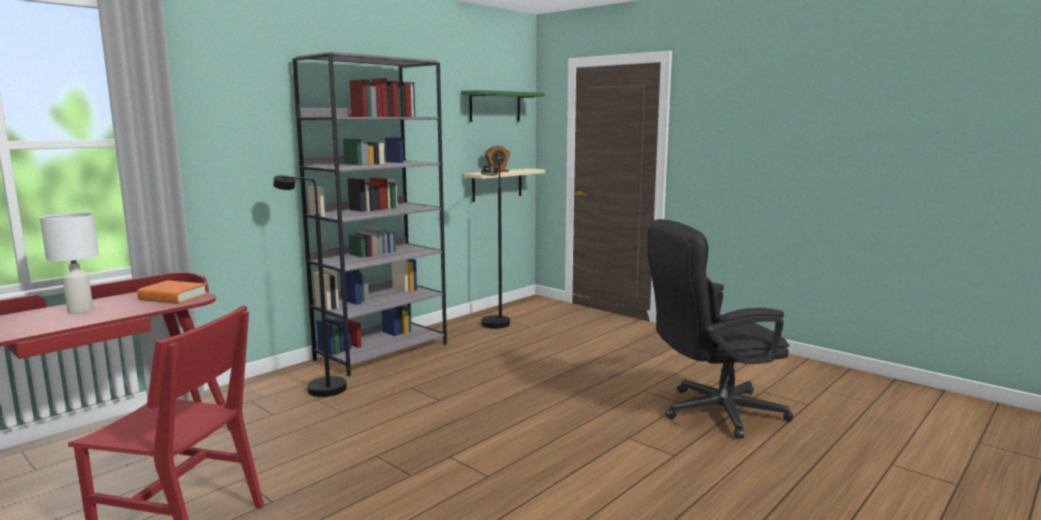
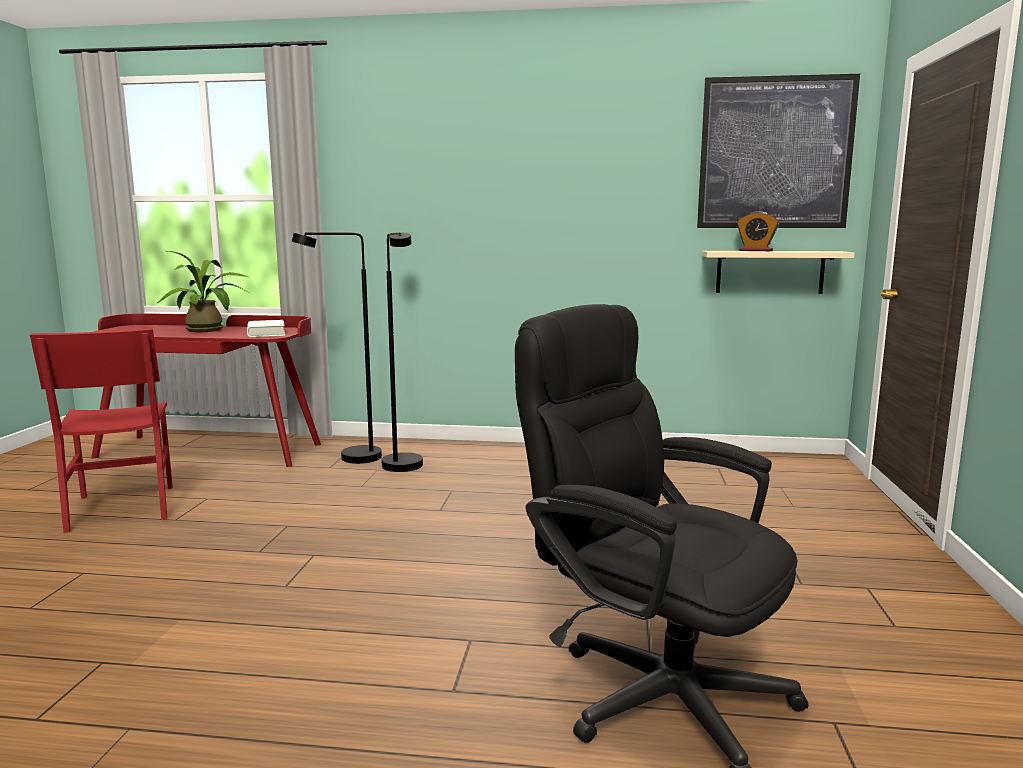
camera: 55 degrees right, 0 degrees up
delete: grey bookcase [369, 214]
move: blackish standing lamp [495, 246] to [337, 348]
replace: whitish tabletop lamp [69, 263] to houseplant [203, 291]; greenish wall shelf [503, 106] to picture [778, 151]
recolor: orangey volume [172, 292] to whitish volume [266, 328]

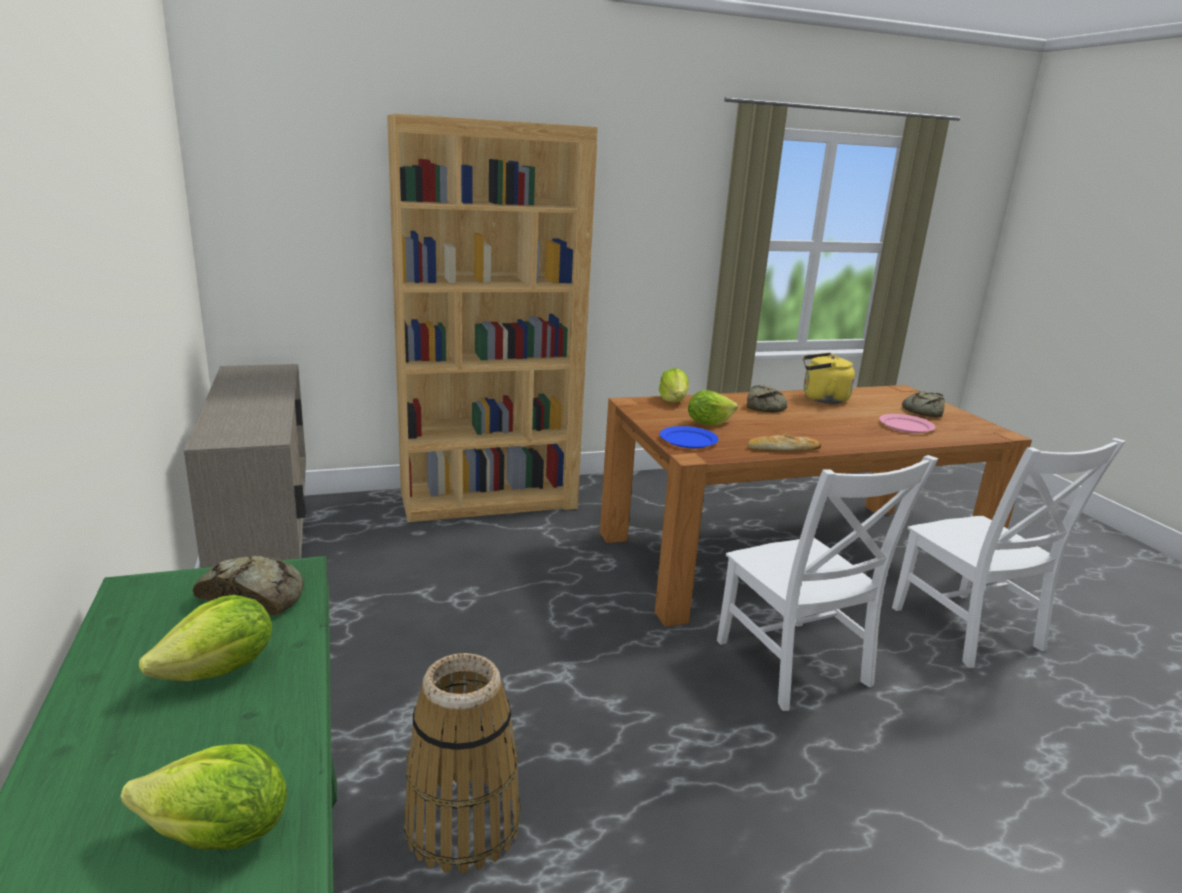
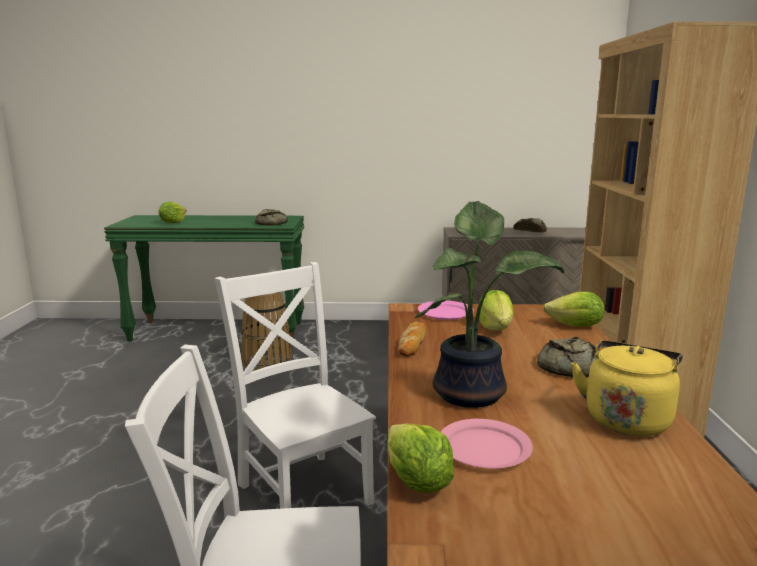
camera: 110 degrees right, 5 degrees down
insert: houseplant [489, 304]
move: head of lettuce [205, 638] to [420, 458]; bread [923, 404] to [530, 225]
recolor: blue-coloured plate [689, 437] to pink plate [446, 310]
rotate: whitish upright chair [827, 583] = [295, 385] 60 degrees clockwise

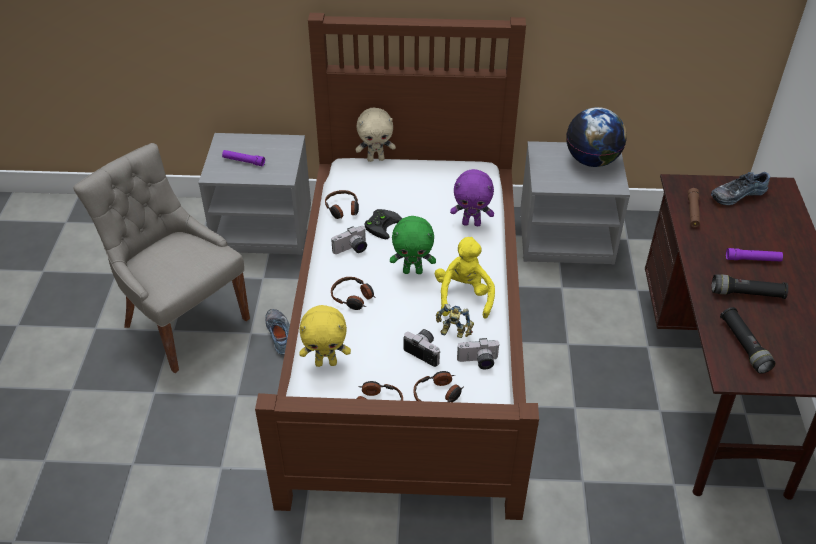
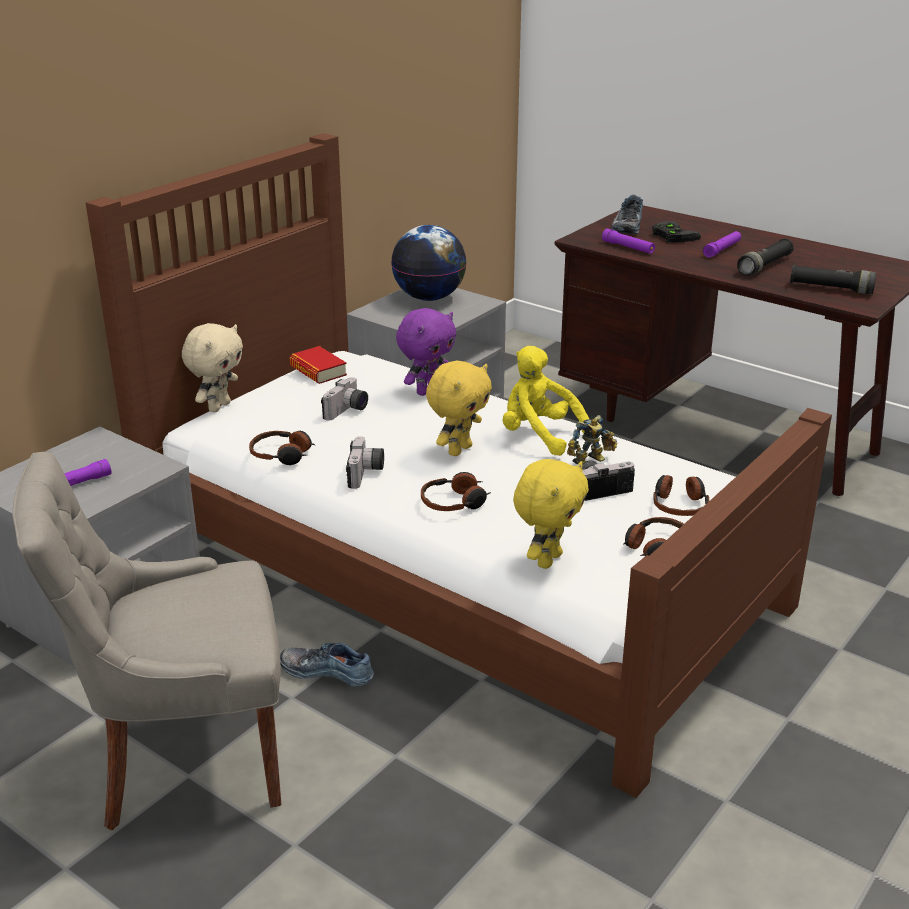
camera: 55 degrees left, 15 degrees down
insert: volume [318, 365]
move: blackish game controller [383, 224] to [676, 232]; still camera [478, 354] to [344, 399]
recolor: greenish soft toy [413, 245] to yellow soft toy [459, 408]; brown-coloured torch [694, 208] to purple-coloured torch [628, 241]

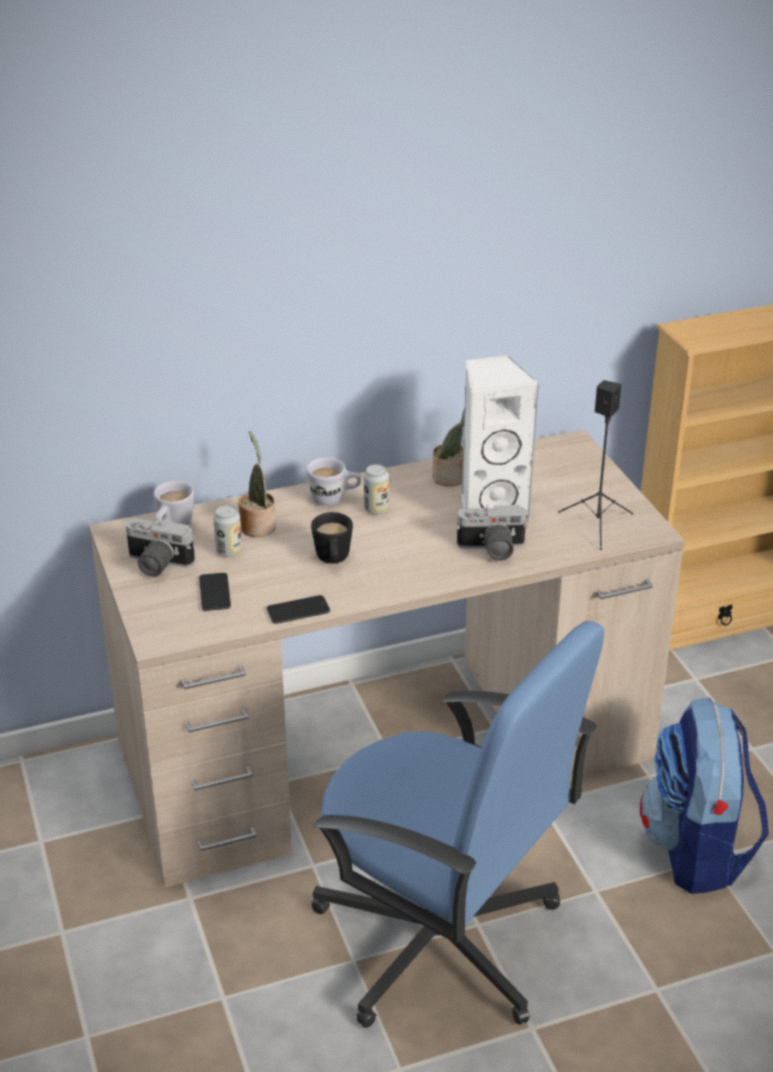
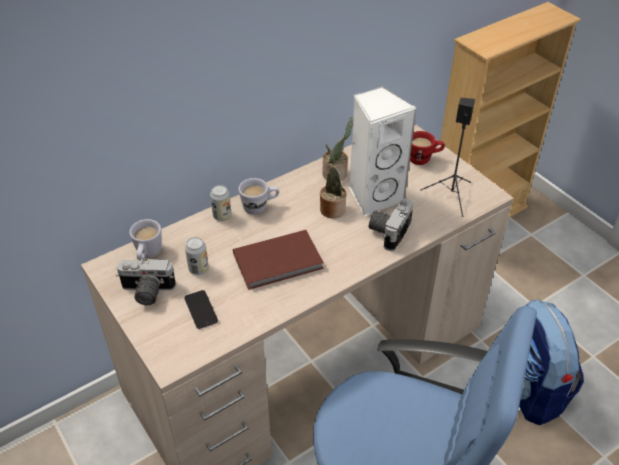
camera: 15 degrees left, 10 degrees up
delete: telephone [298, 609]
insert: red-coloured tea mug [427, 148]
move: houseplant [257, 484] to [333, 181]; metal can [376, 489] to [221, 203]
replace: blackish tea mug [332, 537] to brown-coloured volume [278, 260]
rotate: still camera [492, 533] = [391, 225] 135 degrees clockwise

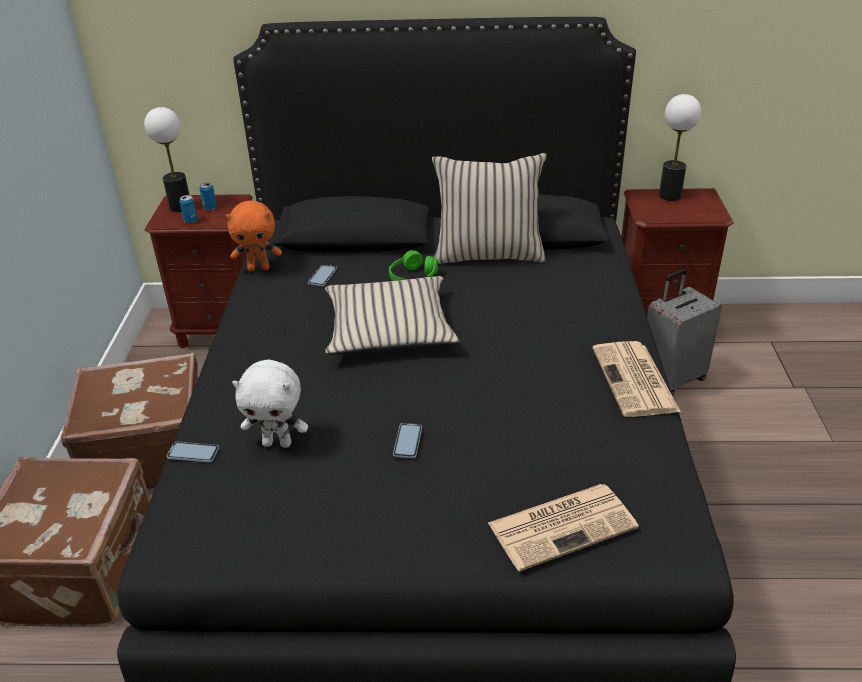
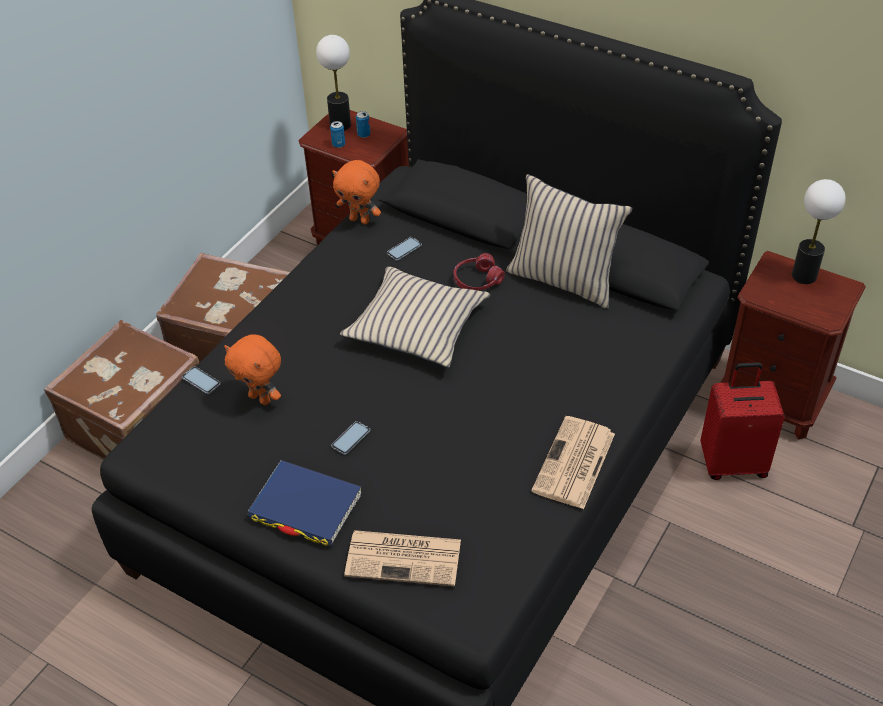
camera: 30 degrees right, 10 degrees up
insert: blue-coloured volume [304, 503]
recolor: whitish soft toy [270, 404] to orangey soft toy [252, 369]; greenish headphones [413, 265] to red-coloured headphones [479, 272]; grey travel case [684, 331] to red-coloured travel case [742, 421]

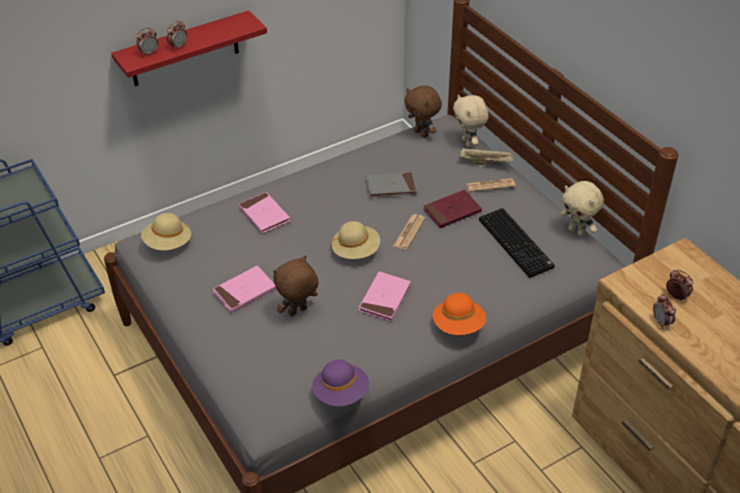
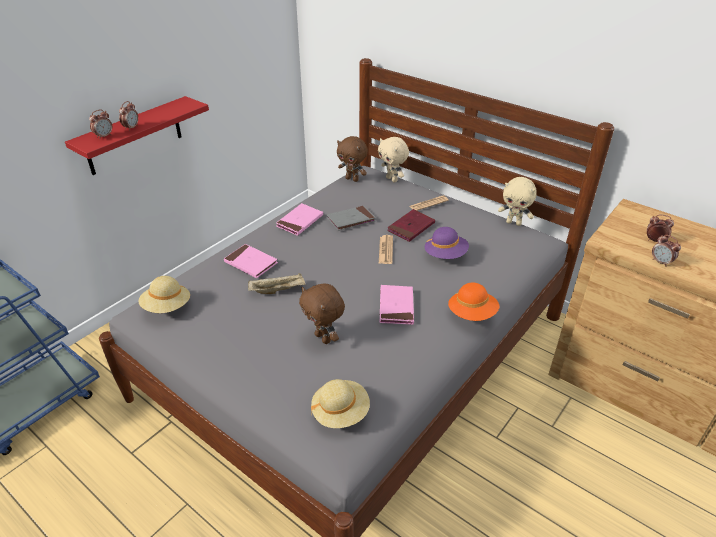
camera: 20 degrees left, 5 degrees down
delete: computer keyboard [517, 243]
move: pink volume [244, 289] to [299, 219]; purple-coloured wearable hat [341, 383] to [447, 243]; beige wearable hat [355, 240] to [340, 403]; beige serving tray [486, 156] to [276, 283]
rotate: brown-coloured soft toy [296, 286] = [322, 313] 75 degrees counterclockwise

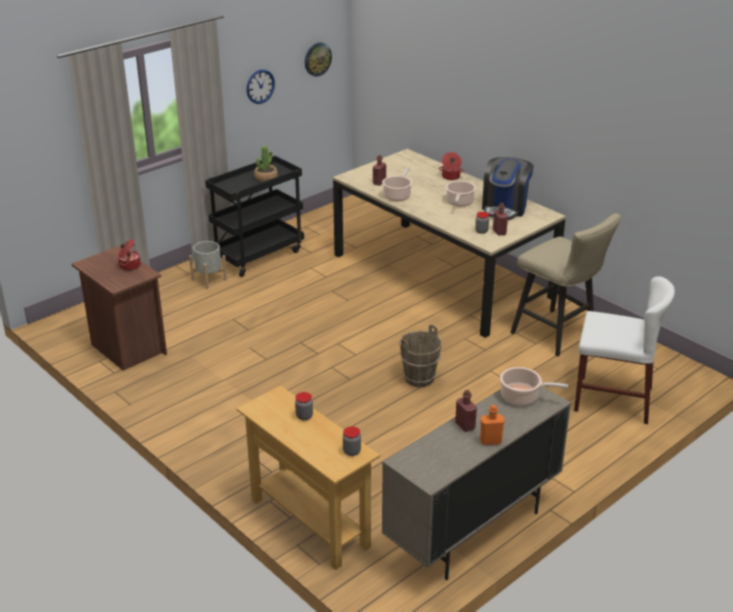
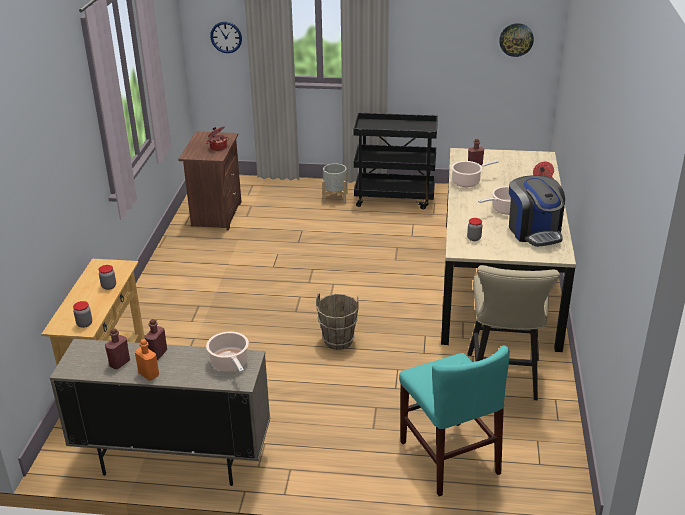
camera: 50 degrees right, 0 degrees up
delete: houseplant [266, 163]
move: hanging clock [261, 87] to [226, 37]; red-coloured beverage bottle [500, 219] to [117, 348]
recolor: whitish upright chair [624, 350] to turquoise-coloured upright chair [454, 421]
rotate: coffee maker [507, 188] = [537, 211] 90 degrees counterclockwise

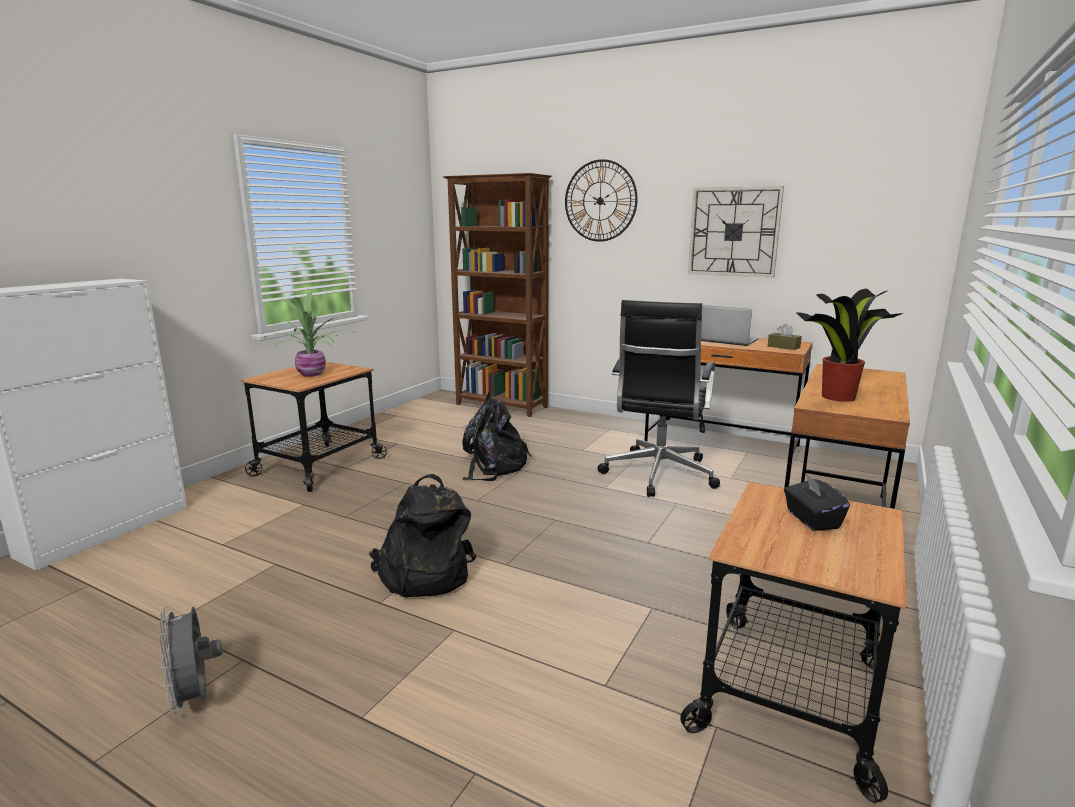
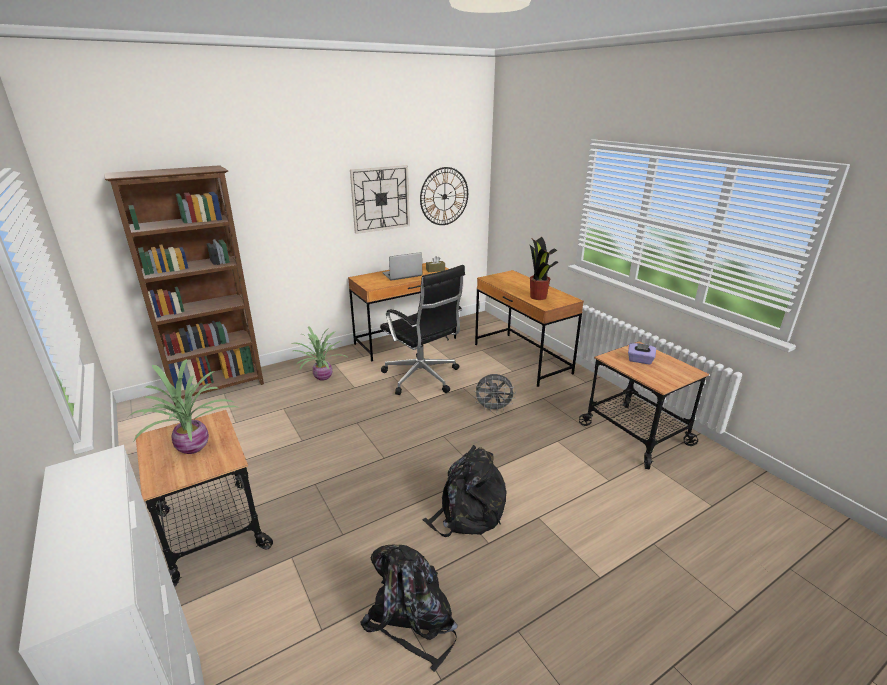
camera: 60 degrees left, 10 degrees up
insert: houseplant [319, 353]
move: grey fan [190, 660] to [495, 393]; blackish rucksack [496, 436] to [409, 608]; hanging clock [601, 200] to [444, 196]
recolor: blackish tissue box [817, 502] to purple-coloured tissue box [642, 354]

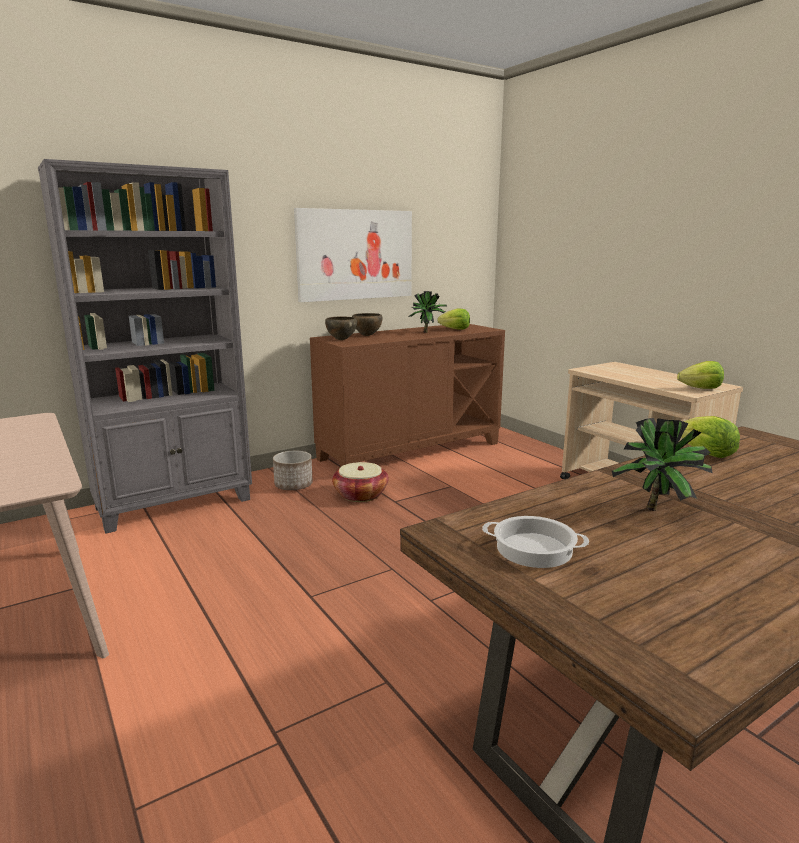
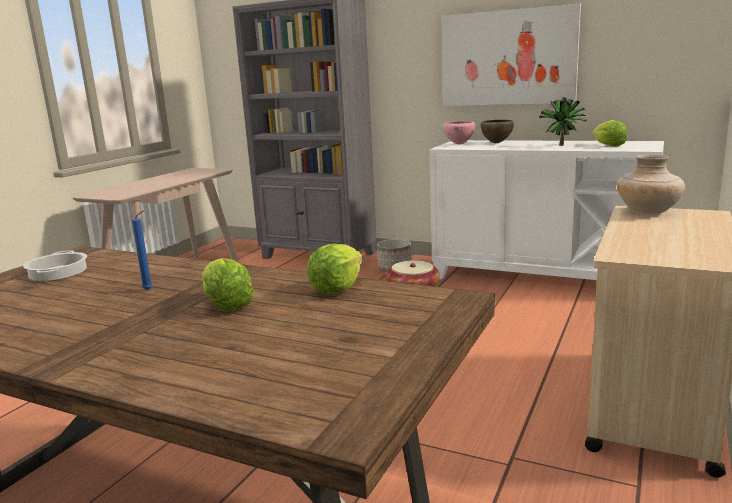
camera: 60 degrees right, 0 degrees up
insert: beige decorative vase [651, 184]
move: head of lettuce [700, 375] to [228, 284]
replace: houseplant [662, 464] to blue-coloured candle [142, 250]
recolor: brown-coloured cupboard [407, 395] to whitish cupboard [547, 210]; brown-coloured deep dish [341, 328] to pink deep dish [459, 132]

